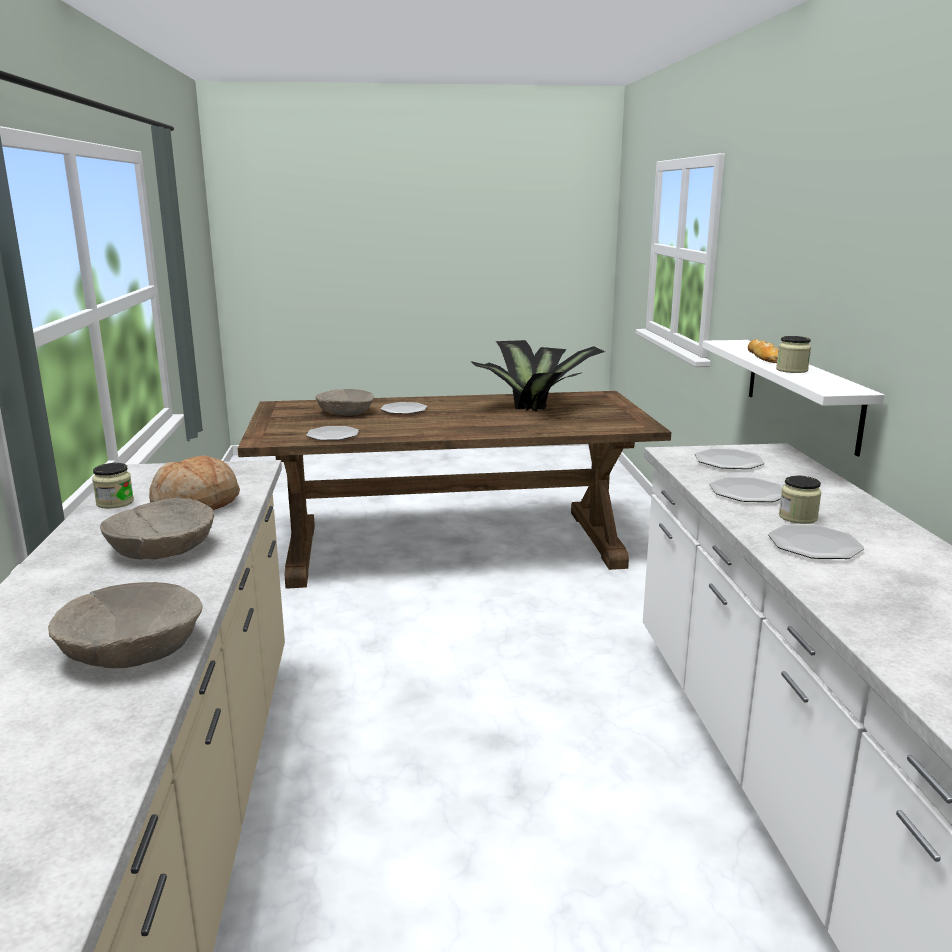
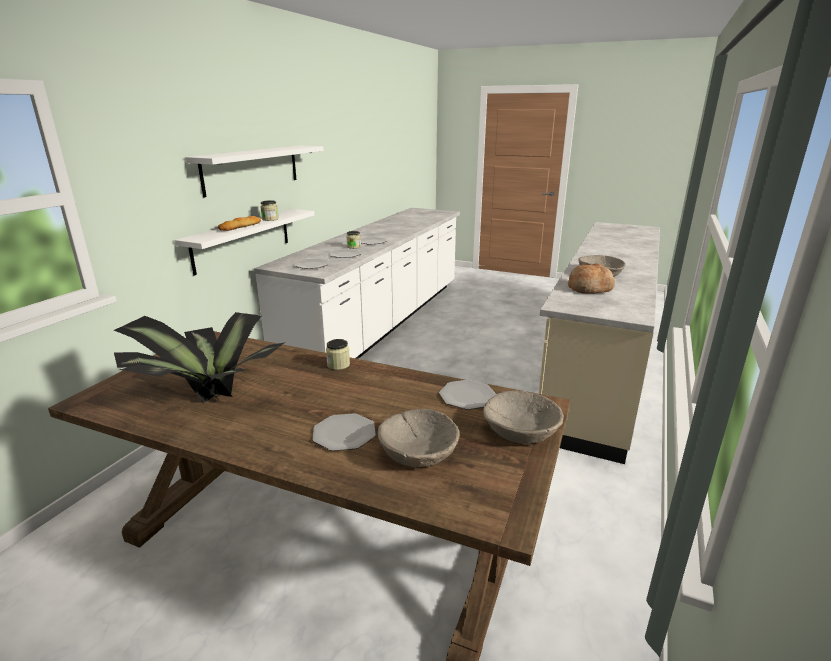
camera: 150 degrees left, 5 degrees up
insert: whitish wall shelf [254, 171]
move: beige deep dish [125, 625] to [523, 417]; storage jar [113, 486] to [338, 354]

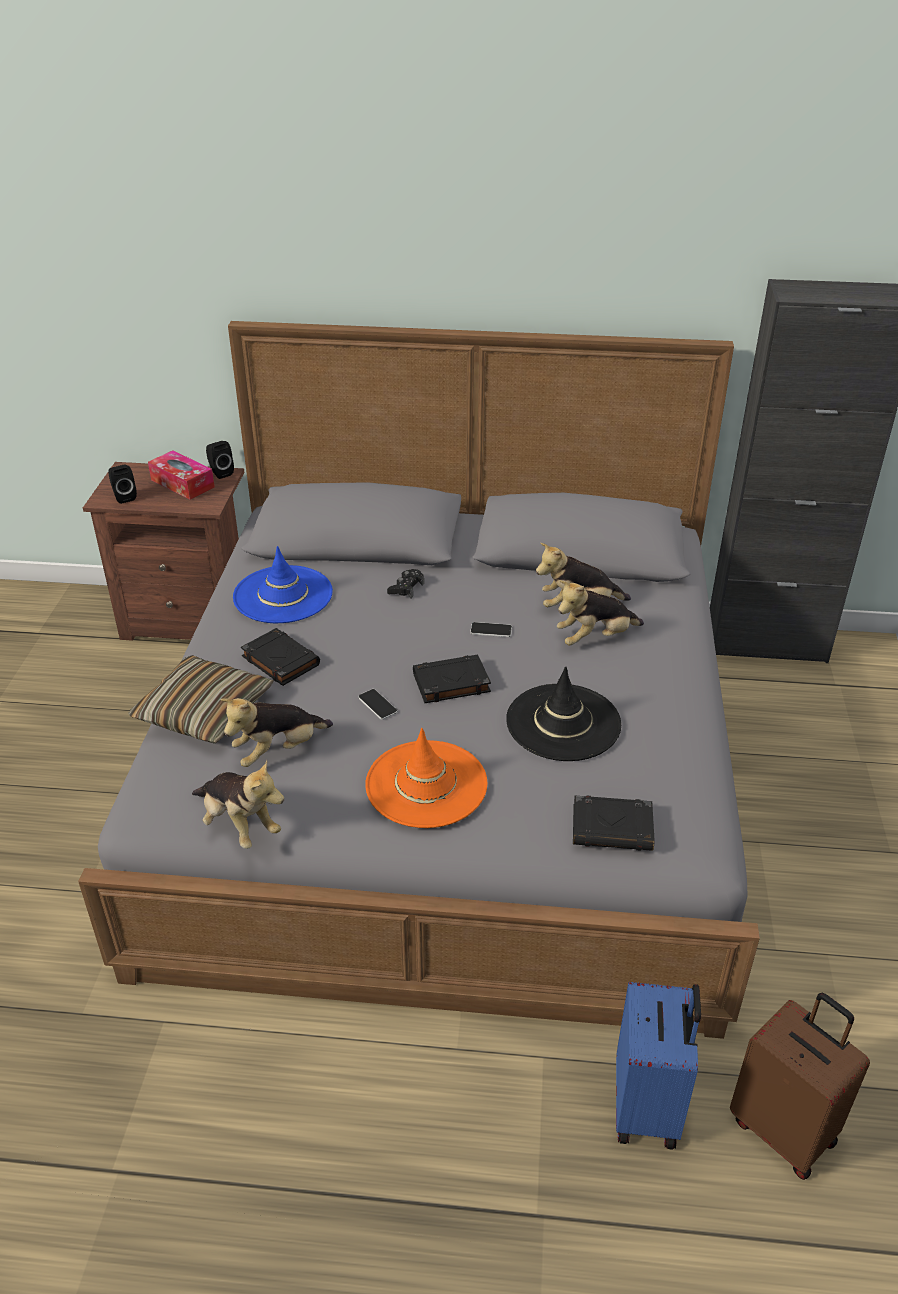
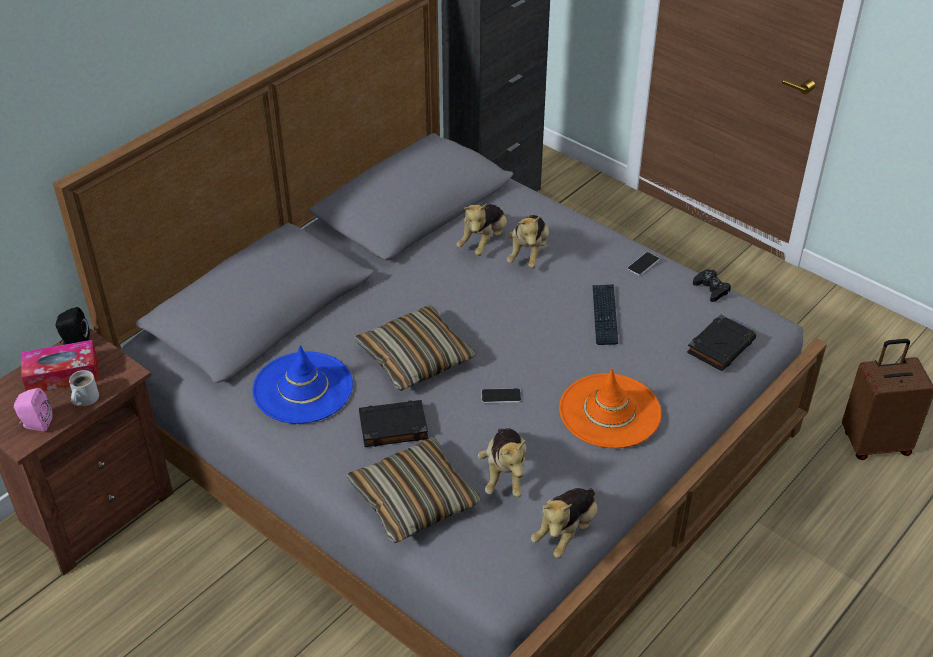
camera: 55 degrees left, 5 degrees up
delete: blackish volume [452, 679]; blue-coloured travel case [658, 1066]
insert: whitish tea mug [84, 388]; throw pillow [415, 348]
move: blackish game controller [405, 583] to [712, 285]; telephone [491, 629] to [643, 264]
replace: blackish wearable hat [563, 713] to computer keyboard [605, 314]
recolor: blackish speaker [122, 484] to pink speaker [33, 409]
rotate: soft toy [238, 804] = [564, 523] 135 degrees clockwise

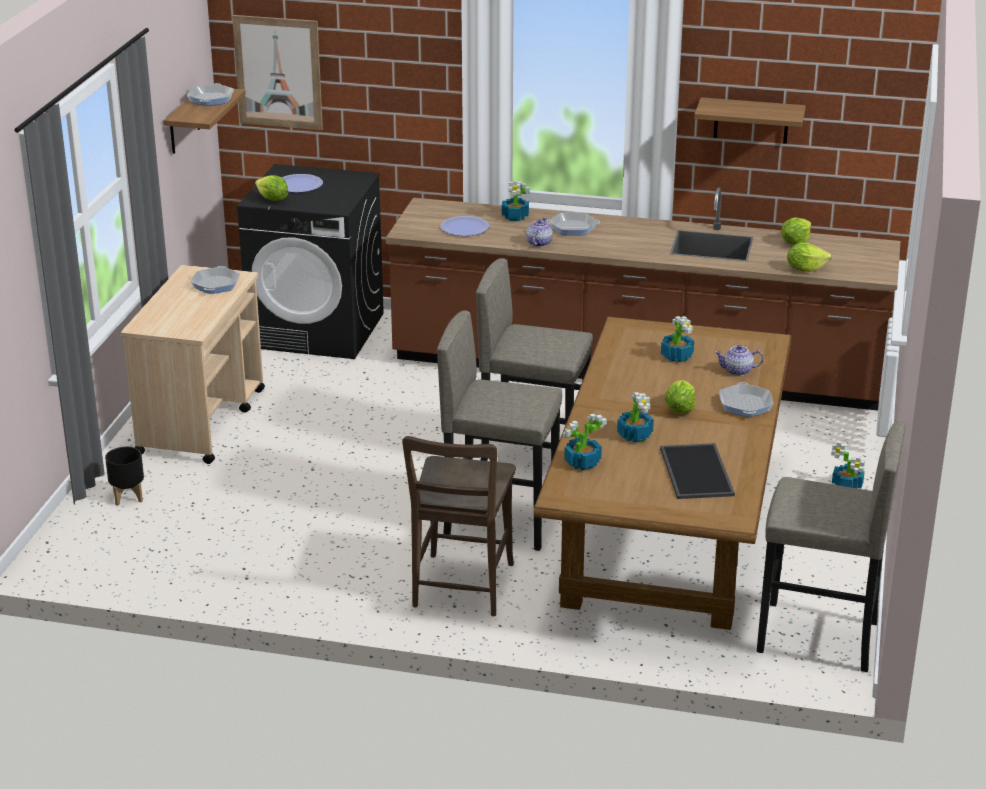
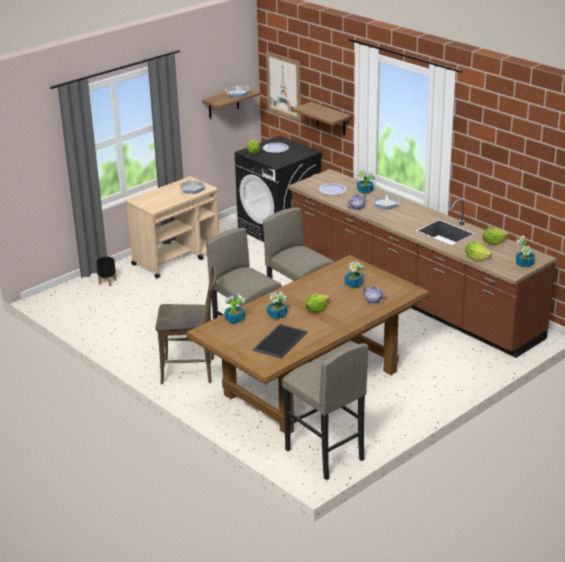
camera: 35 degrees right, 0 degrees up
delete: frying pan [746, 399]
move: wall shelf [750, 120] to [321, 118]; houseplant [848, 464] to [525, 252]
rotate: brown-coloured upright chair [459, 526] = [185, 324] 135 degrees counterclockwise

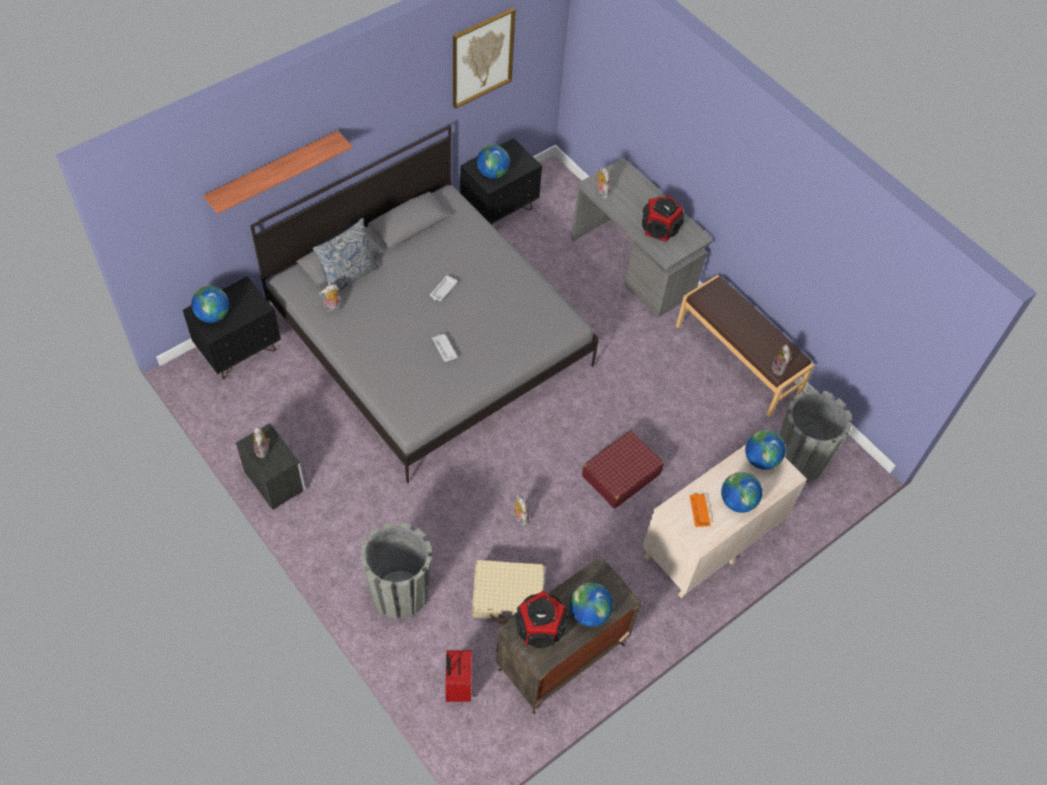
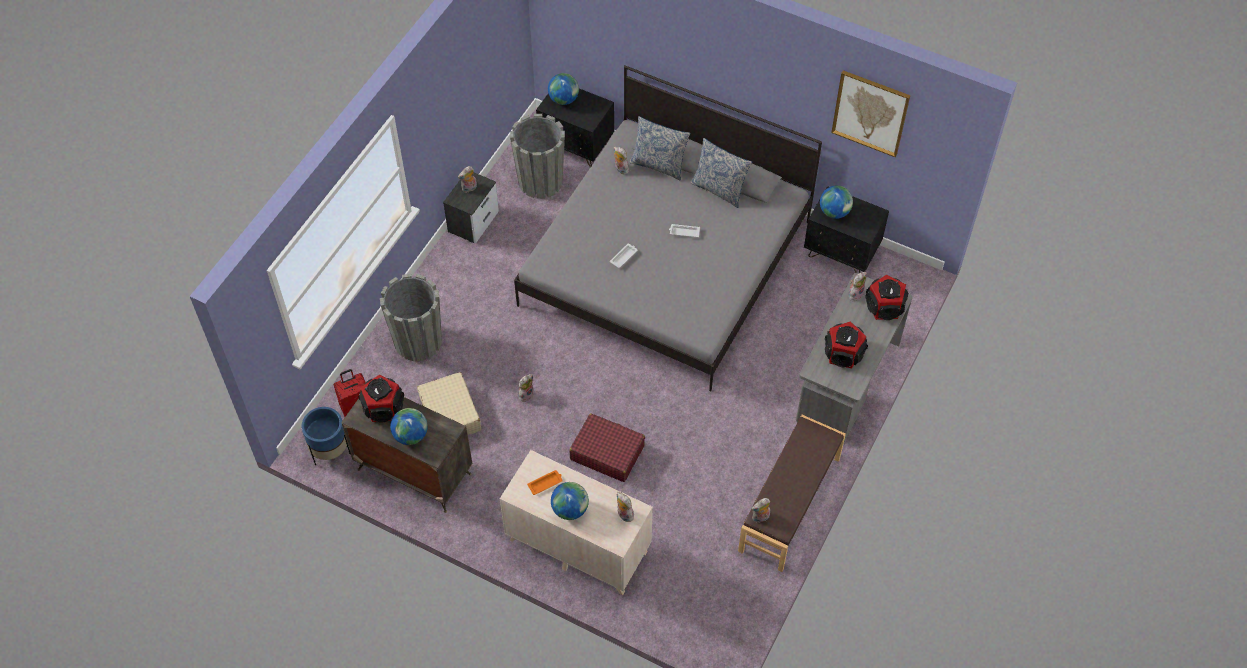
camera: 70 degrees right, 0 degrees up
delete: wall shelf [277, 172]
insert: blue-coloured flower pot [326, 436]; throw pillow [721, 173]; speaker [886, 297]
move: grey flower pot [815, 435] to [537, 156]
replace: desk globe [765, 450] to soft toy [626, 507]

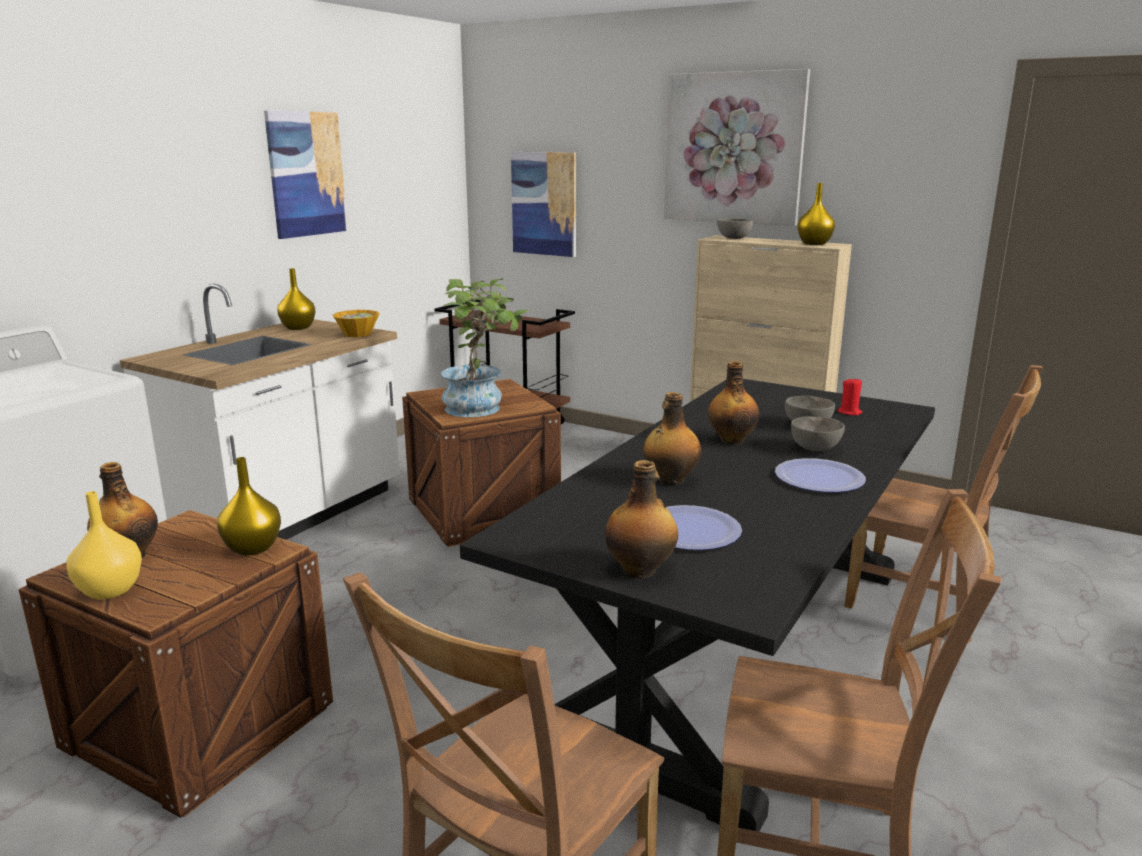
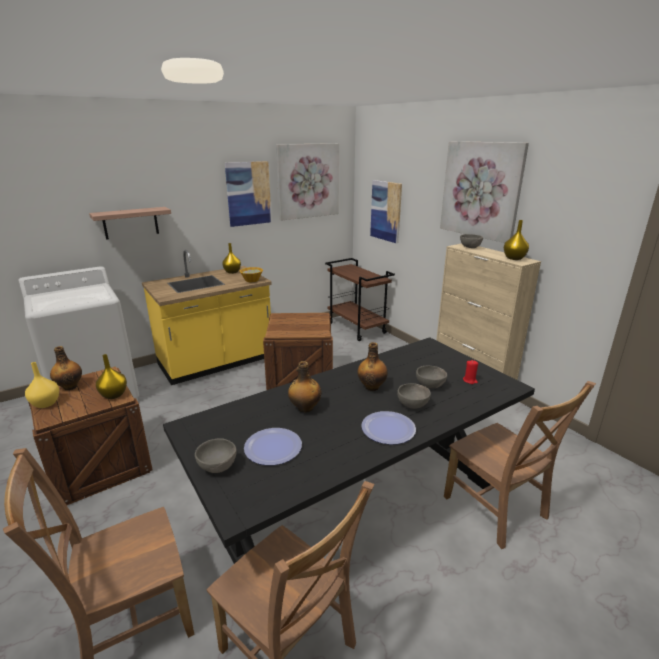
camera: 25 degrees right, 5 degrees up
delete: houseplant [485, 347]
insert: wall shelf [130, 223]; picture [307, 182]
replace: beverage bottle [641, 519] to grey deep dish [216, 455]
recolor: whitish counter [260, 412] to yellow counter [207, 317]

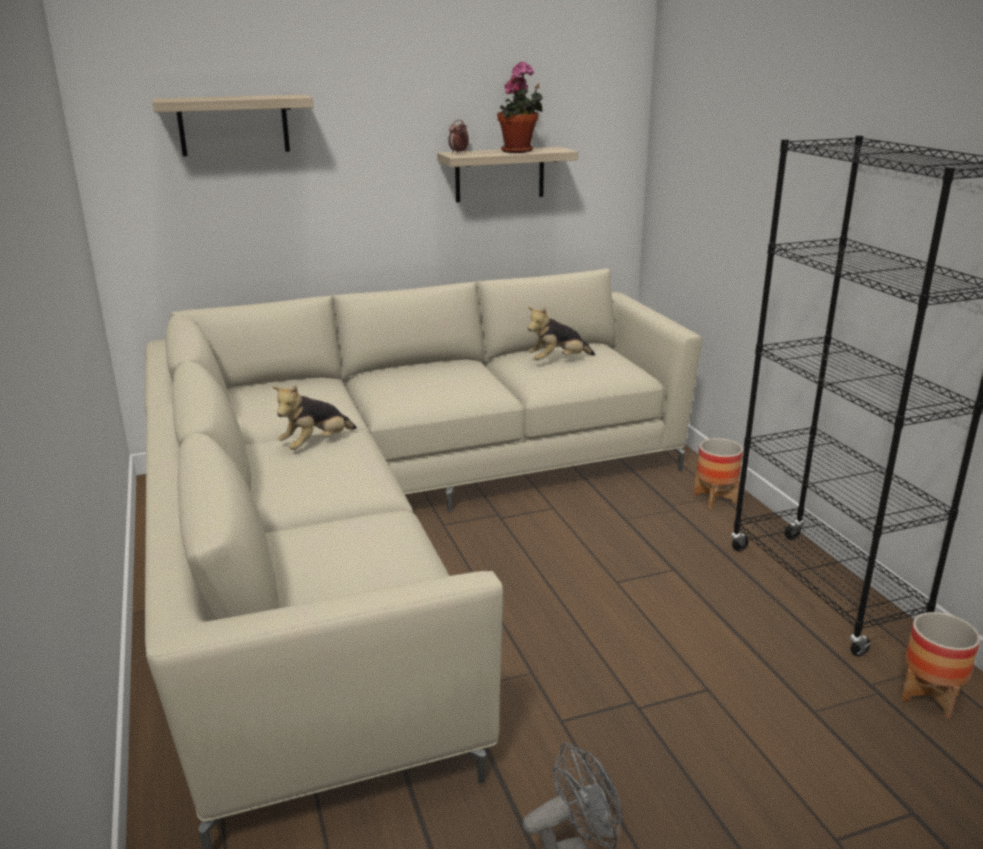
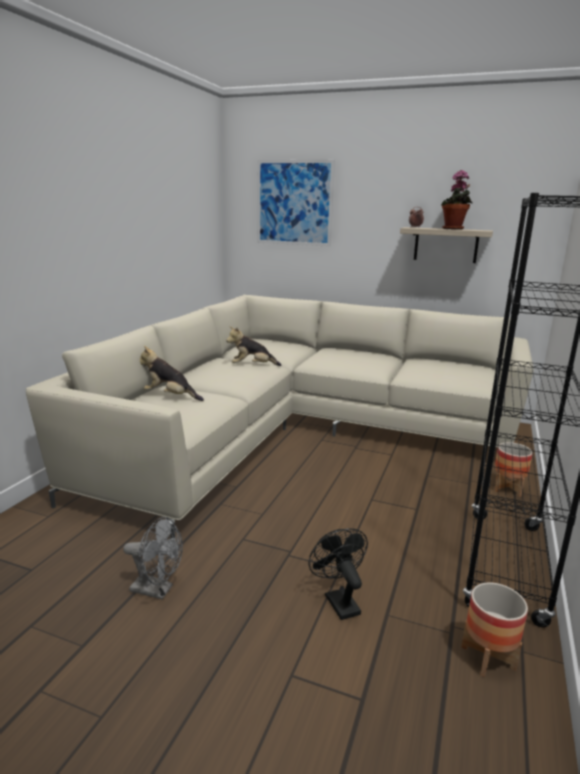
camera: 40 degrees right, 5 degrees down
insert: blackish fan [338, 574]
move: soft toy [561, 333] to [172, 373]
replace: wall shelf [232, 125] to picture [296, 203]

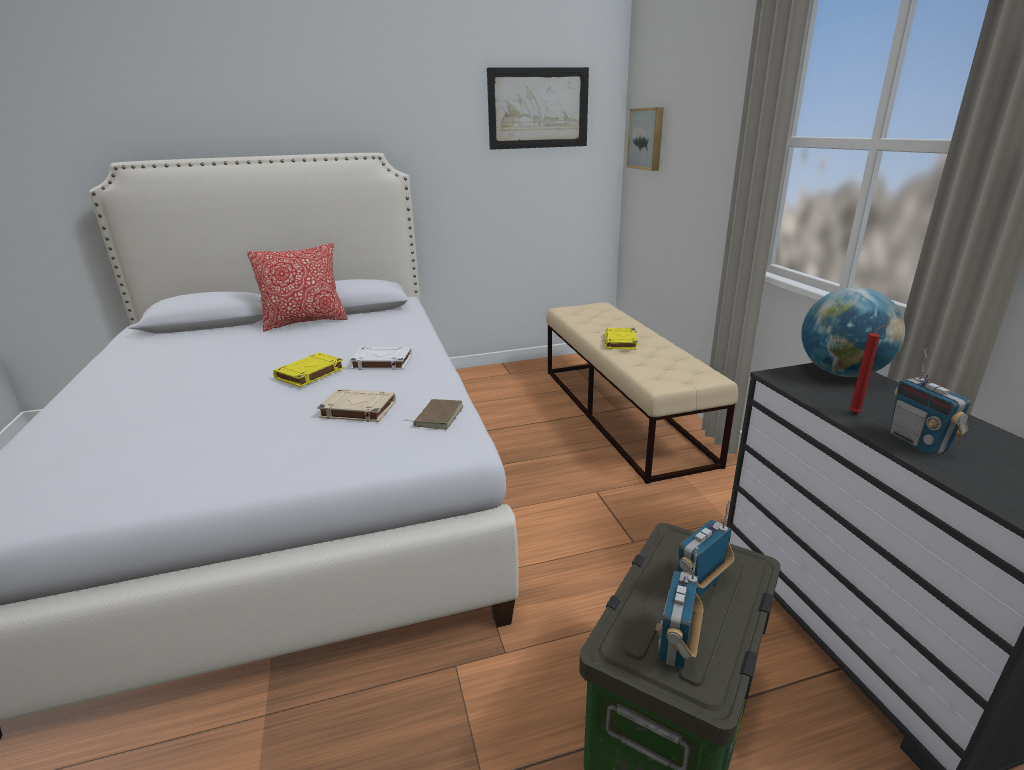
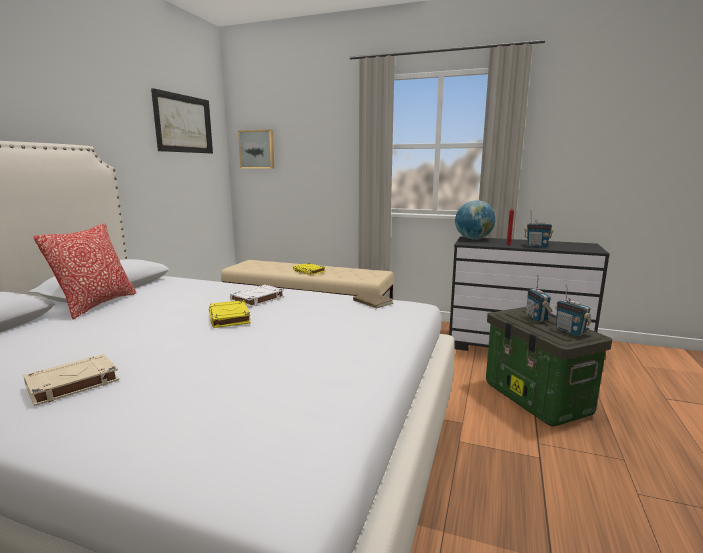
camera: 55 degrees left, 10 degrees down
move: beige volume [356, 405] to [71, 380]

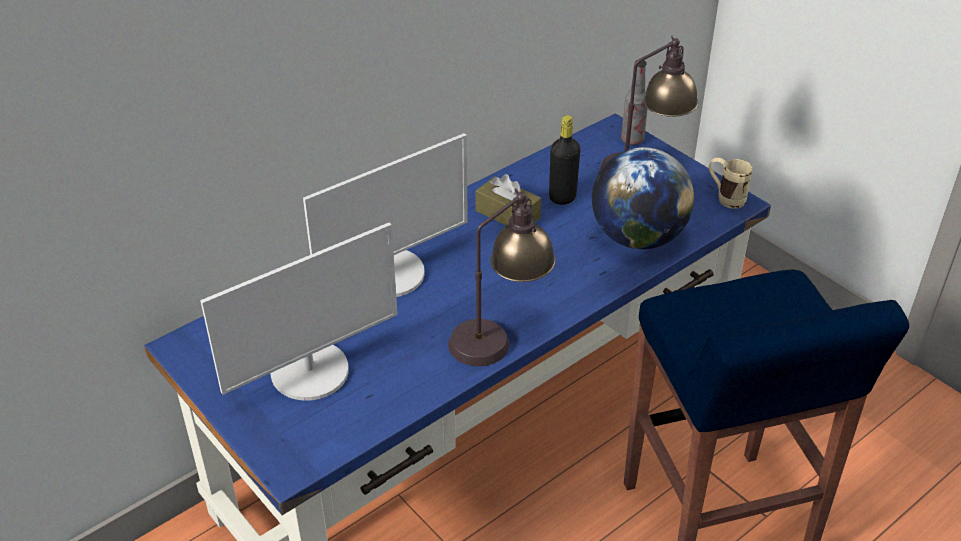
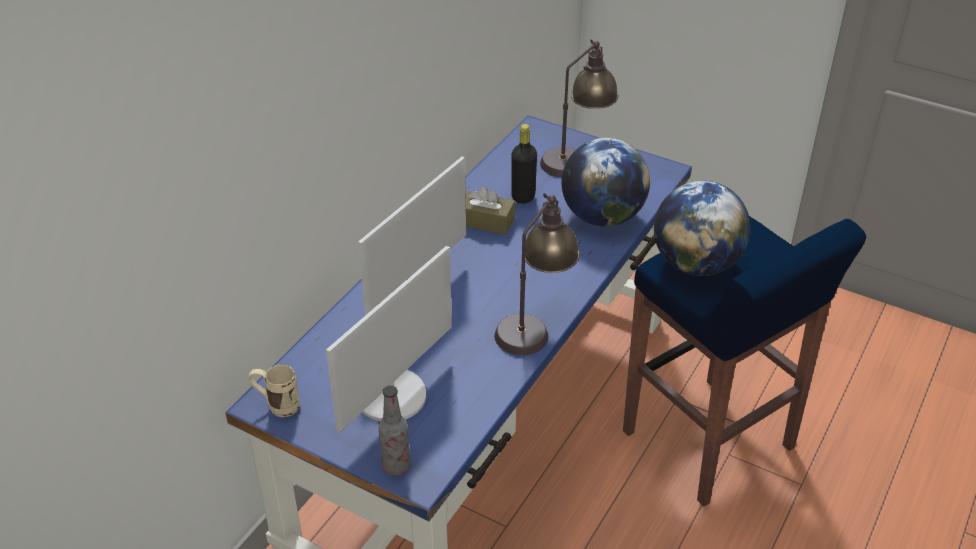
camera: 20 degrees left, 0 degrees up
insert: desk globe [702, 228]
move: beverage bottle [634, 102] to [395, 430]; beige tea mug [730, 183] to [274, 391]

